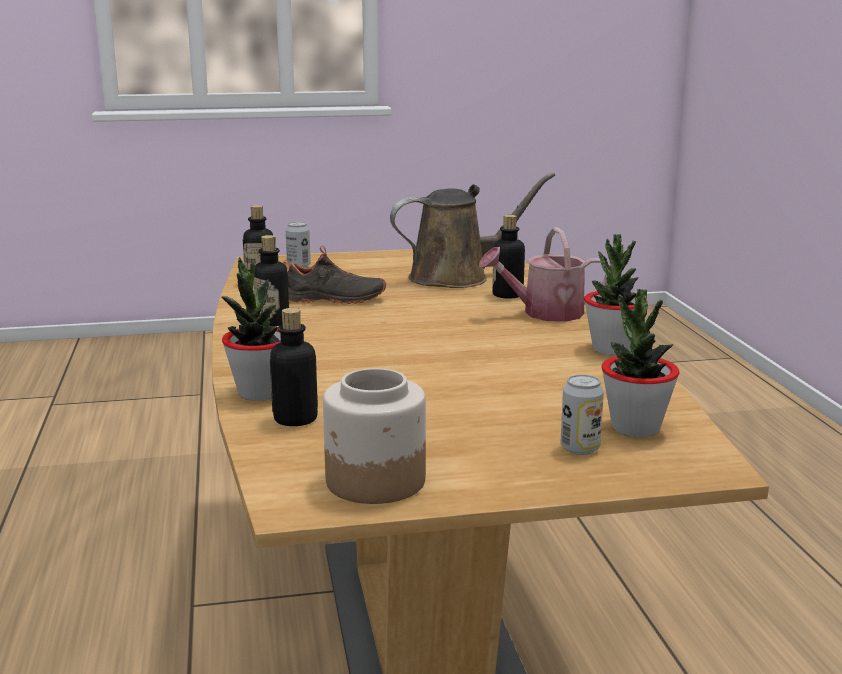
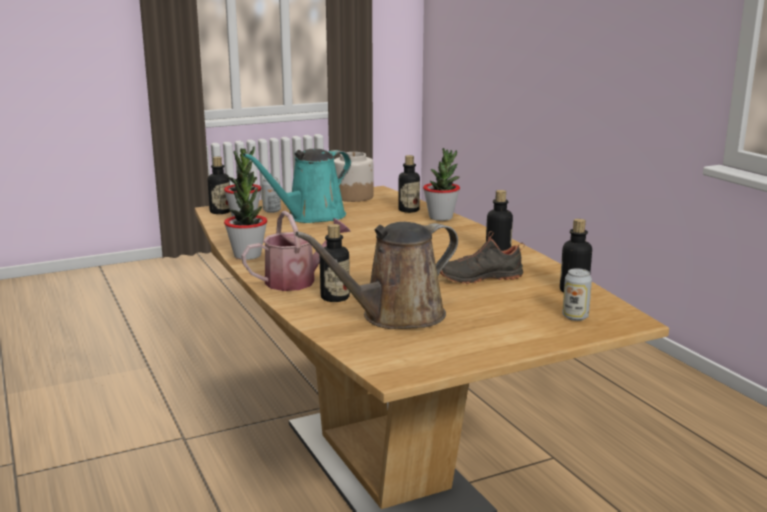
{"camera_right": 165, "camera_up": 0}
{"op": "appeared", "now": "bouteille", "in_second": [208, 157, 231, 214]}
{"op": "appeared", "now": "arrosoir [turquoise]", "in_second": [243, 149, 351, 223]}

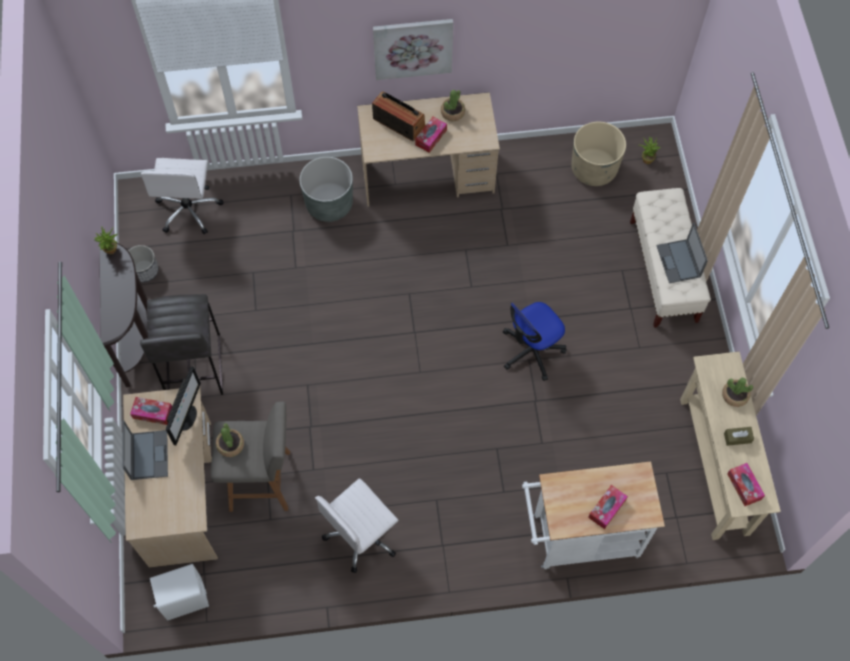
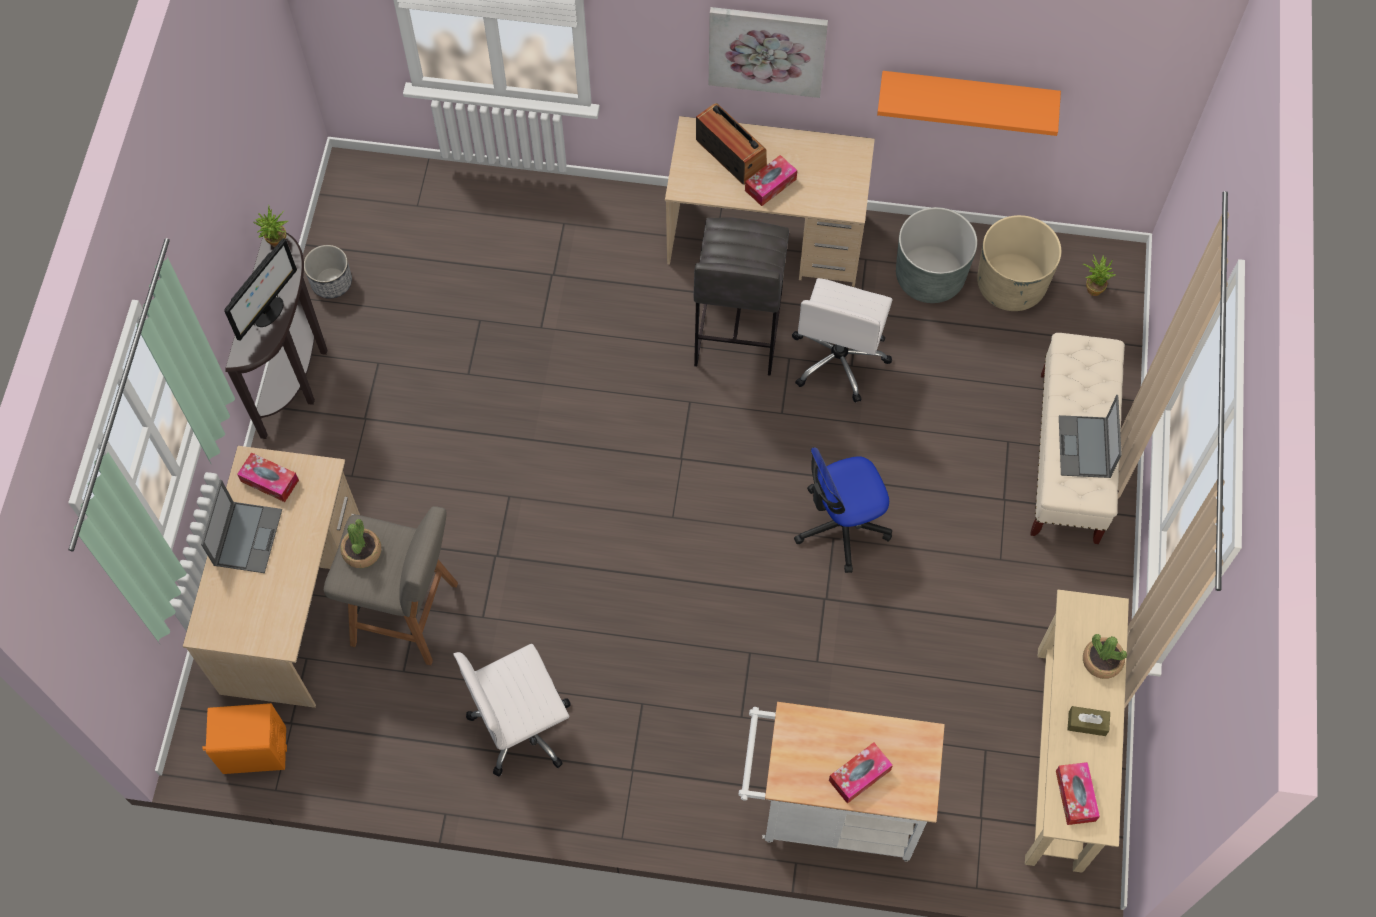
{"camera_right": 15, "camera_up": 0}
{"op": "colour", "was": "enceinte [blanc]", "now": "enceinte [orange]", "in_first": [150, 564, 209, 621], "in_second": [202, 703, 287, 774]}
{"op": "relocated", "was": "écran d'ordinateur", "in_first": [166, 366, 201, 445], "in_second": [224, 238, 297, 341]}
{"op": "relocated", "was": "tabouret [gris]", "in_first": [140, 294, 223, 395], "in_second": [694, 217, 789, 376]}
{"op": "relocated", "was": "chaise de bureau [blanc]", "in_first": [141, 158, 224, 234], "in_second": [792, 278, 893, 403]}
{"op": "appeared", "now": "étagère [orange]", "in_second": [877, 71, 1061, 136]}
{"op": "relocated", "was": "cache-pot [gris]", "in_first": [299, 157, 353, 222], "in_second": [896, 207, 977, 303]}
{"op": "missing", "was": "plante en pot", "in_first": [441, 90, 465, 121]}

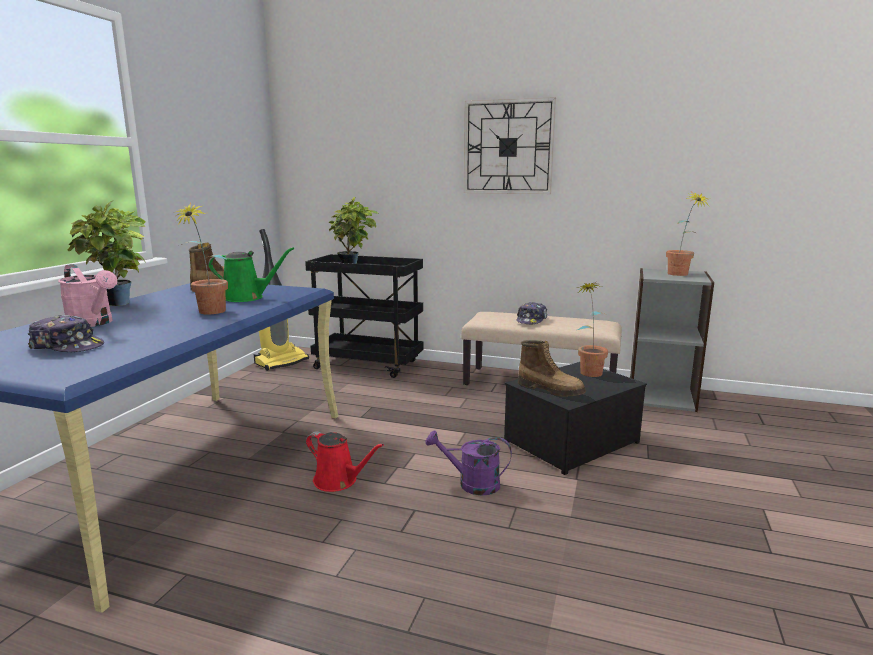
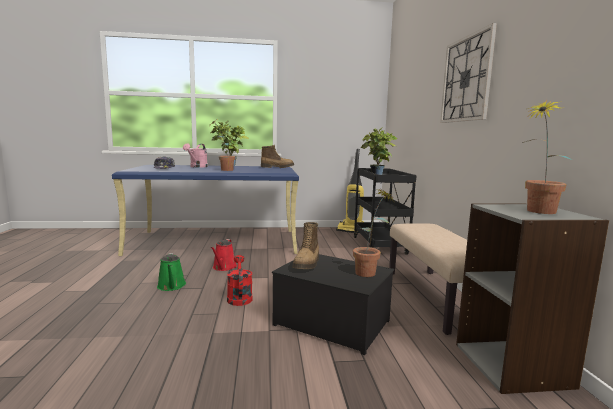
{"camera_right": 65, "camera_up": -5}
{"op": "relocated", "was": "arrosoir [vert]", "in_first": [208, 247, 294, 302], "in_second": [157, 253, 186, 291]}
{"op": "colour", "was": "arrosoir [violet]", "now": "arrosoir [rouge]", "in_first": [425, 431, 512, 496], "in_second": [227, 255, 252, 306]}
{"op": "missing", "was": "casquette", "in_first": [516, 302, 547, 324]}

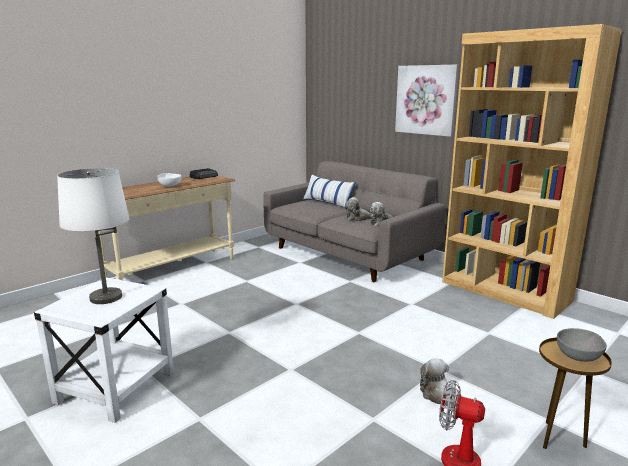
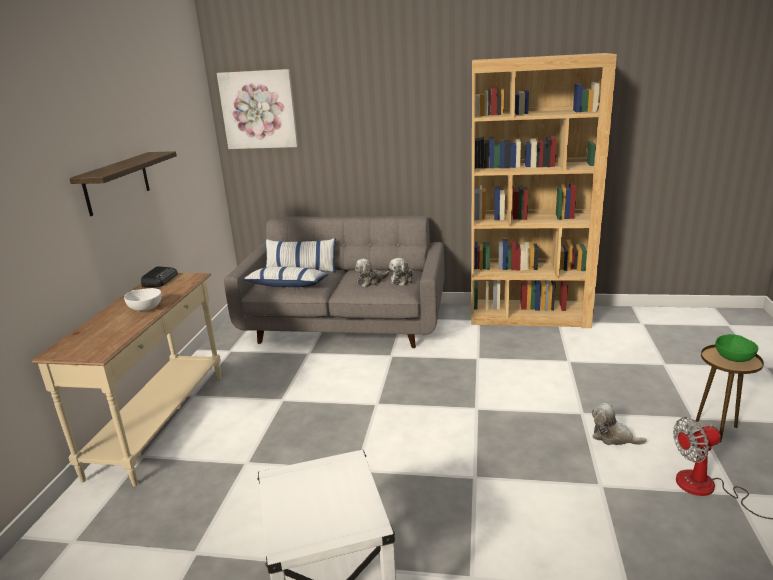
{"camera_right": -35, "camera_up": 5}
{"op": "appeared", "now": "étagère", "in_second": [69, 151, 177, 216]}
{"op": "relocated", "was": "tableau", "in_first": [395, 65, 459, 137], "in_second": [217, 69, 298, 149]}
{"op": "appeared", "now": "coussin", "in_second": [242, 267, 329, 287]}
{"op": "colour", "was": "bol [gris]", "now": "bol [vert]", "in_first": [557, 328, 607, 362], "in_second": [715, 334, 758, 362]}
{"op": "missing", "was": "lampe de table [blanc]", "in_first": [57, 168, 130, 304]}

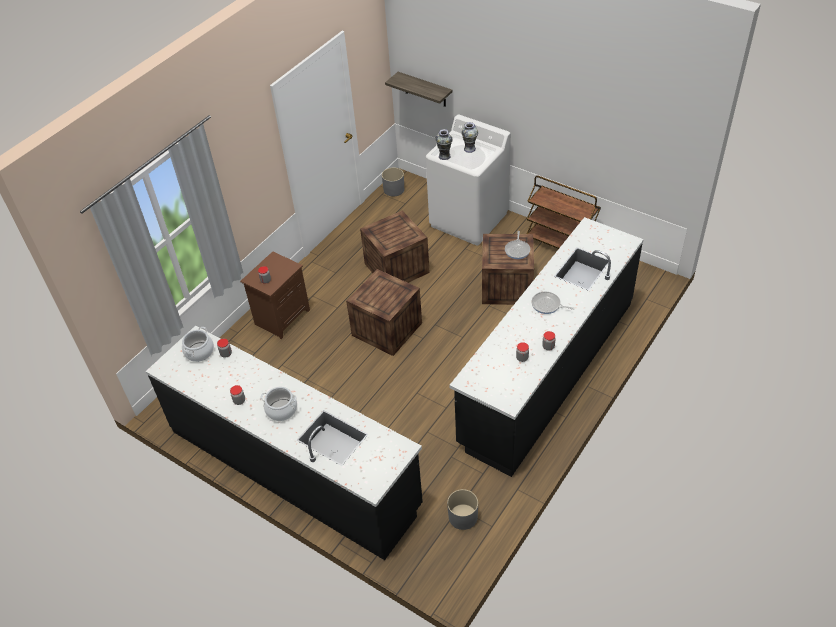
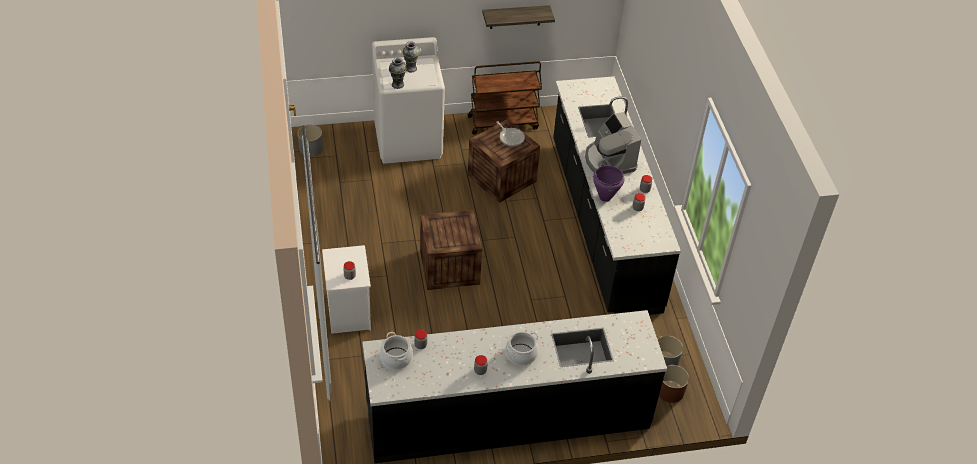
{"camera_right": -50, "camera_up": 0}
{"op": "colour", "was": "table de chevet [marron]", "now": "table de chevet [blanc]", "in_first": [240, 252, 310, 339], "in_second": [322, 245, 371, 334]}
{"op": "relocated", "was": "étagère", "in_first": [385, 72, 452, 107], "in_second": [482, 5, 555, 29]}
{"op": "exchanged", "was": "poêle", "now": "machine à café", "in_first": [531, 292, 575, 314], "in_second": [585, 112, 641, 174]}
{"op": "appeared", "now": "marmite [violet]", "in_second": [593, 166, 624, 202]}
{"op": "appeared", "now": "cache-pot [marron]", "in_second": [659, 365, 689, 403]}
{"op": "missing", "was": "caisse", "in_first": [360, 211, 430, 283]}

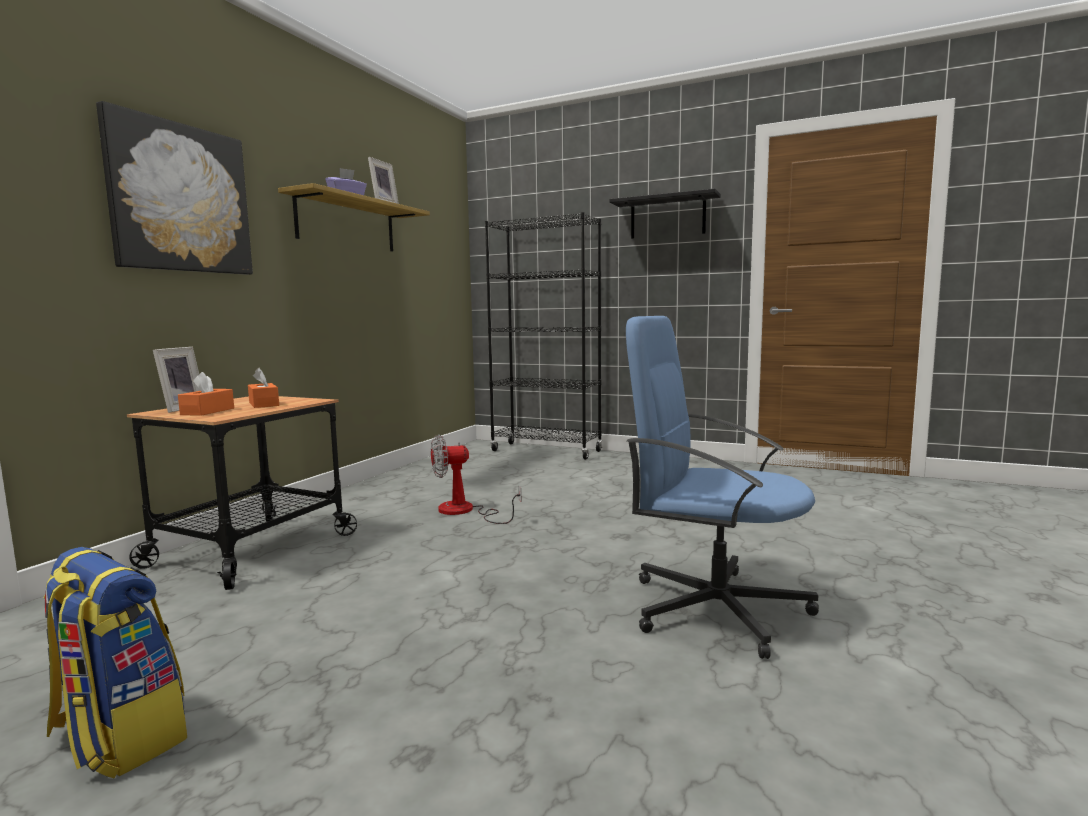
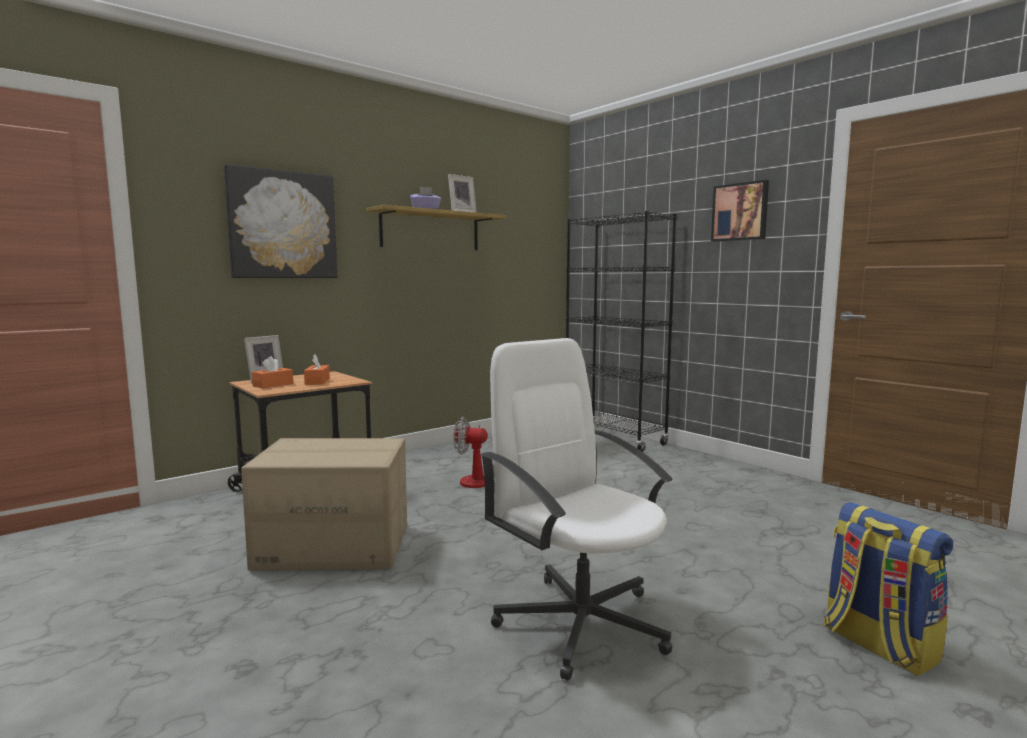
{"camera_right": 25, "camera_up": 0}
{"op": "appeared", "now": "carton", "in_second": [241, 438, 407, 570]}
{"op": "colour", "was": "chaise de bureau [bleu]", "now": "chaise de bureau [blanc]", "in_first": [626, 316, 819, 659], "in_second": [480, 338, 673, 681]}
{"op": "exchanged", "was": "étagère [noir]", "now": "tableau", "in_first": [610, 189, 721, 239], "in_second": [711, 180, 769, 242]}
{"op": "relocated", "was": "sac à dos", "in_first": [43, 547, 187, 778], "in_second": [824, 502, 953, 677]}

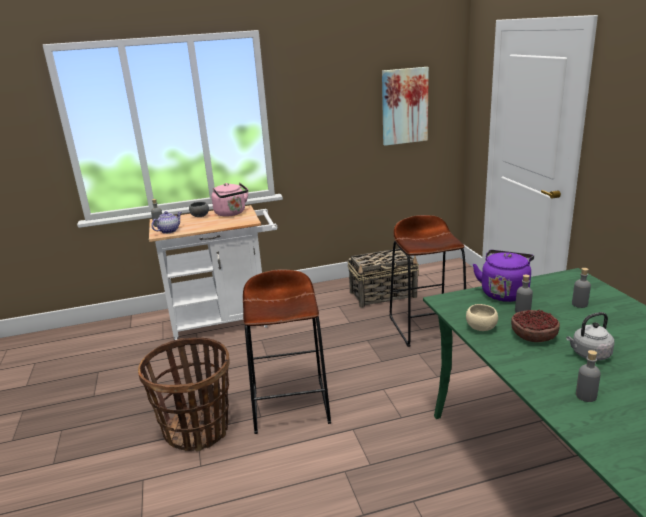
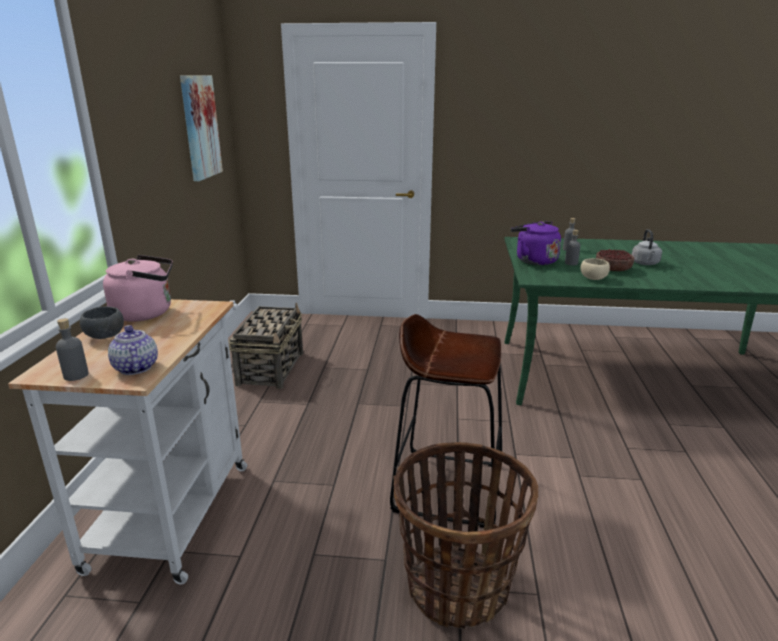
{"camera_right": -70, "camera_up": 0}
{"op": "missing", "was": "tabouret [marron]", "in_first": [389, 215, 466, 347]}
{"op": "missing", "was": "bouteille [gris]", "in_first": [576, 350, 601, 402]}

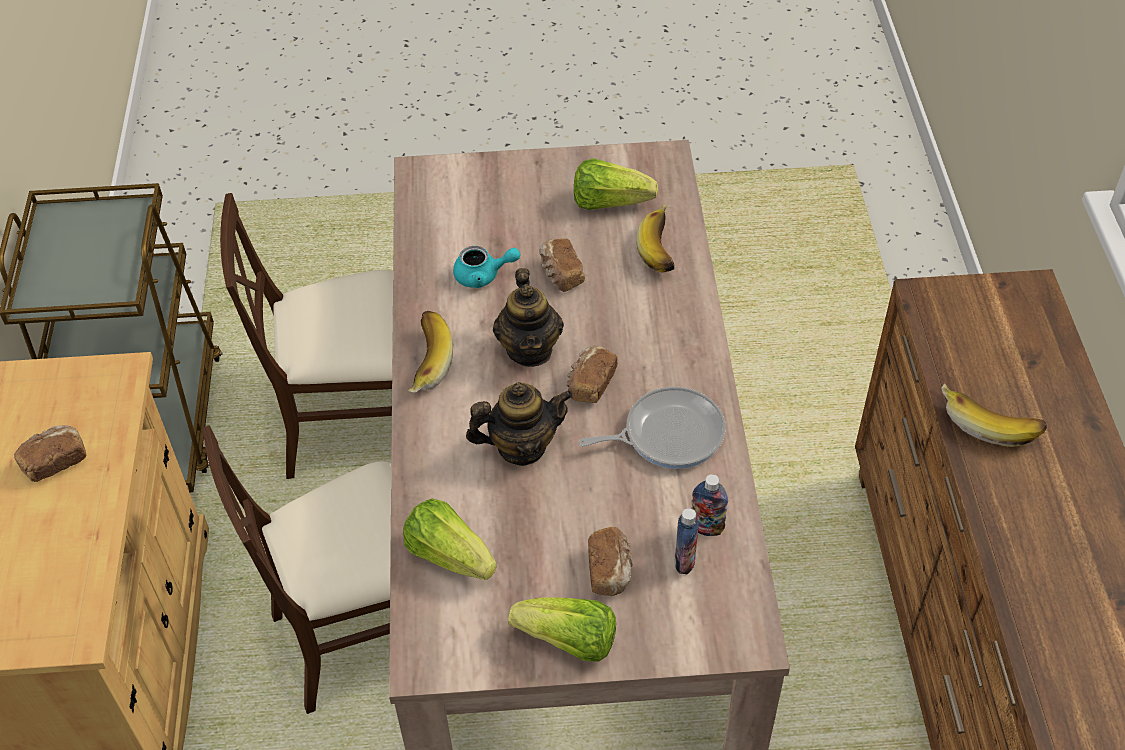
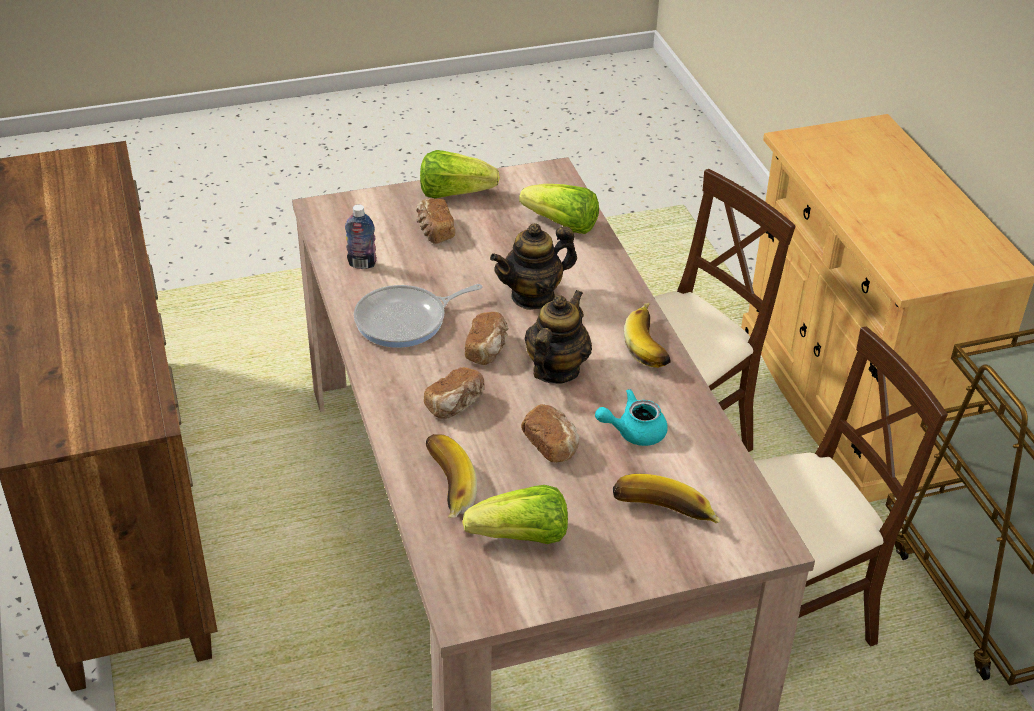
{"camera_right": 165, "camera_up": -10}
{"op": "relocated", "was": "pain", "in_first": [14, 425, 86, 482], "in_second": [424, 367, 485, 419]}
{"op": "spun", "was": "théière", "in_first": [493, 268, 564, 367], "in_second": [524, 290, 592, 384], "clockwise": 45}
{"op": "relocated", "was": "banane", "in_first": [941, 384, 1047, 447], "in_second": [613, 474, 721, 523]}
{"op": "missing", "was": "bouteille", "in_first": [675, 508, 699, 574]}

